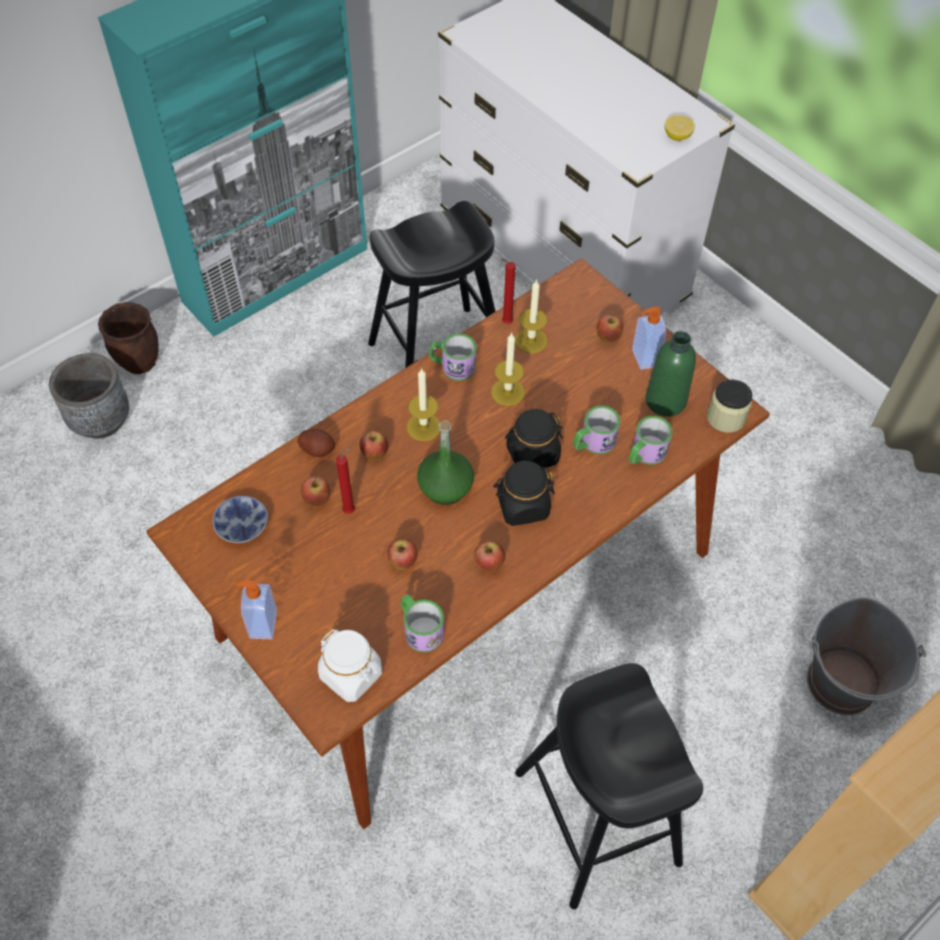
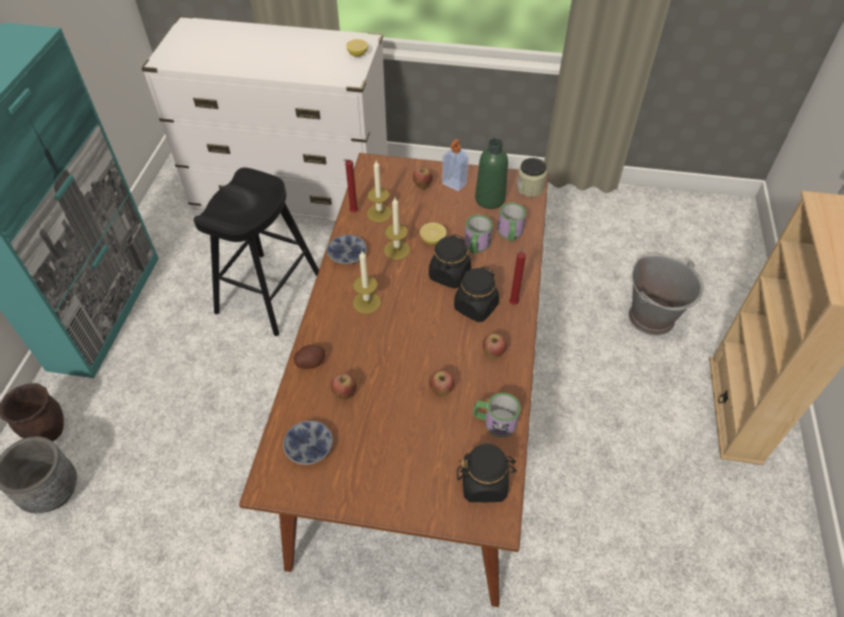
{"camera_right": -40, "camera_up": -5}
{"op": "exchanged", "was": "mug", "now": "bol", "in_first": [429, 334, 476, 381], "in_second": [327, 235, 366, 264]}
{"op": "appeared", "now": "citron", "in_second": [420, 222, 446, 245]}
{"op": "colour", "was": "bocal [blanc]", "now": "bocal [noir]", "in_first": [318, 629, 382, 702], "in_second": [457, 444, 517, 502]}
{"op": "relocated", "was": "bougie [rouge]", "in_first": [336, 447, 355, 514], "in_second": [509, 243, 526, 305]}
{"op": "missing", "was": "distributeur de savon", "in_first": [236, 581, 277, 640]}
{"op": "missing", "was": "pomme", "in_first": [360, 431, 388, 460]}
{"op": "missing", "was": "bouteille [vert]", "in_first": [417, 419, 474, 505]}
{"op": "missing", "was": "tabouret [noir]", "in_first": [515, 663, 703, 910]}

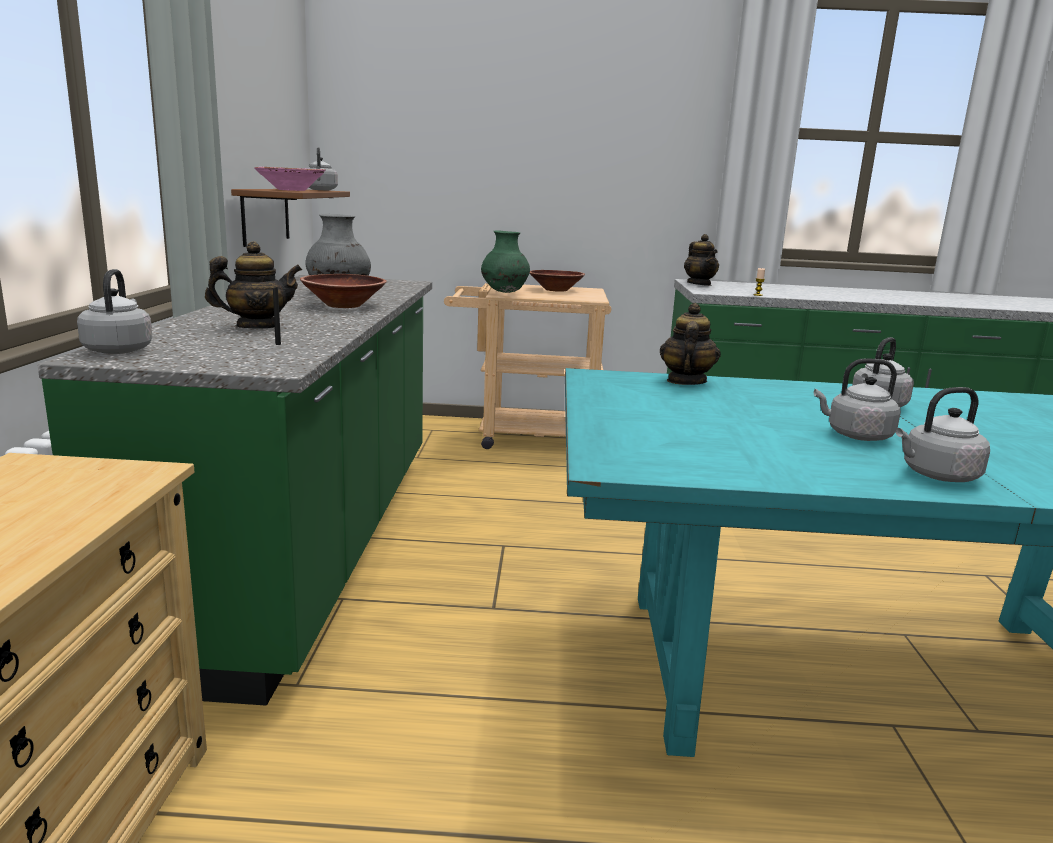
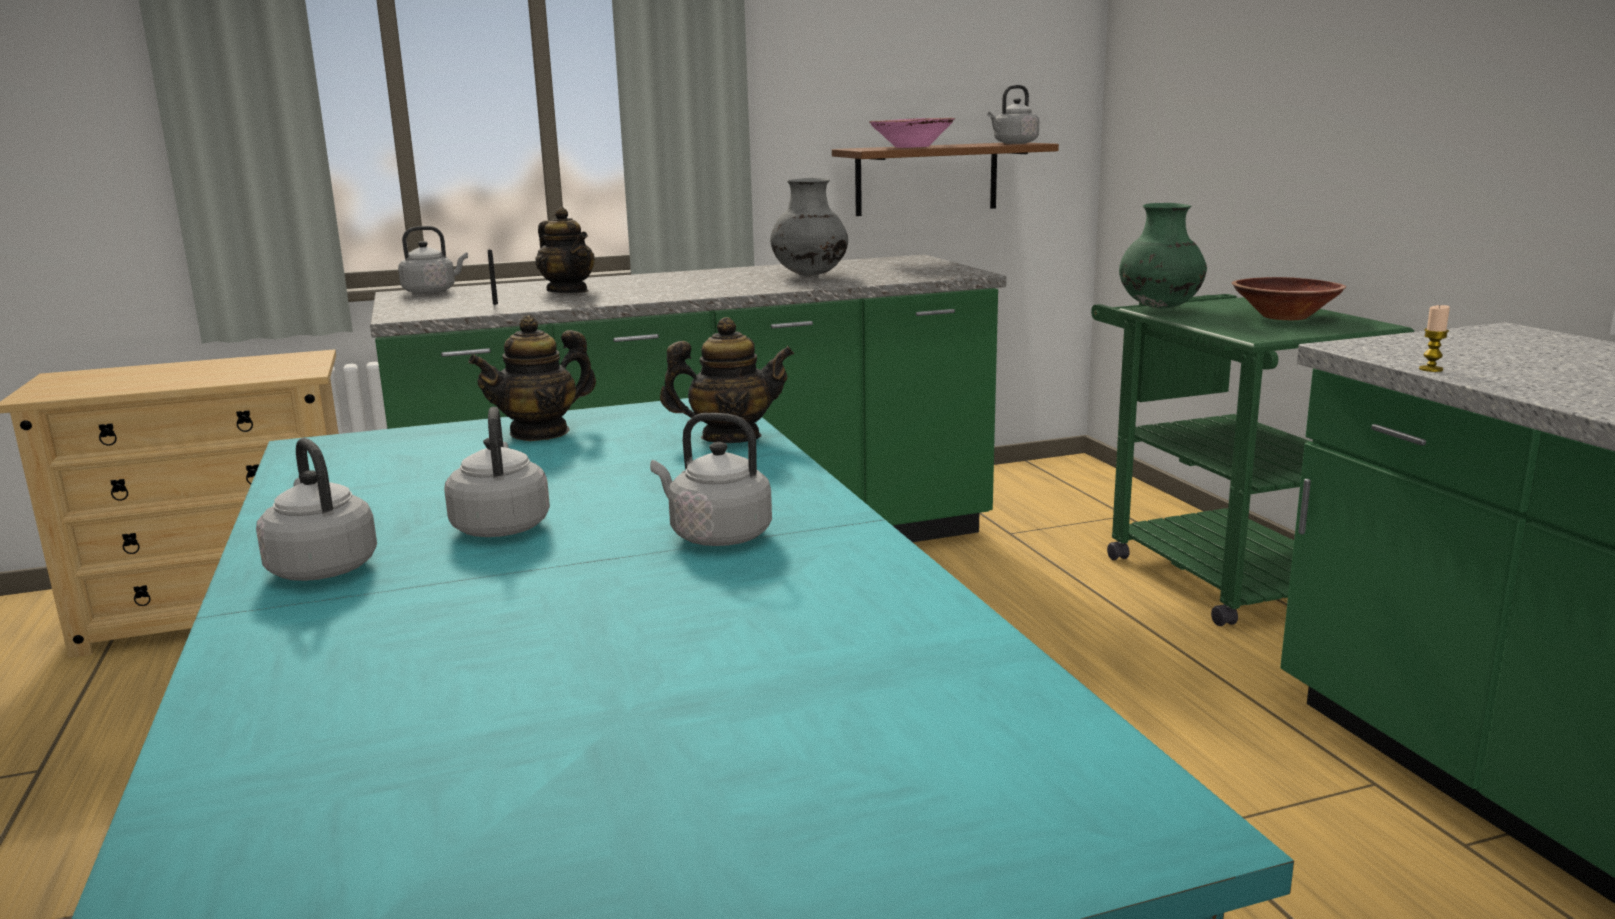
{"camera_right": 70, "camera_up": 0}
{"op": "relocated", "was": "théière", "in_first": [684, 234, 719, 286], "in_second": [468, 315, 596, 441]}
{"op": "colour", "was": "chariot [beige]", "now": "chariot [vert]", "in_first": [444, 283, 611, 449], "in_second": [1091, 294, 1414, 626]}
{"op": "missing", "was": "bol [marron]", "in_first": [300, 274, 387, 308]}

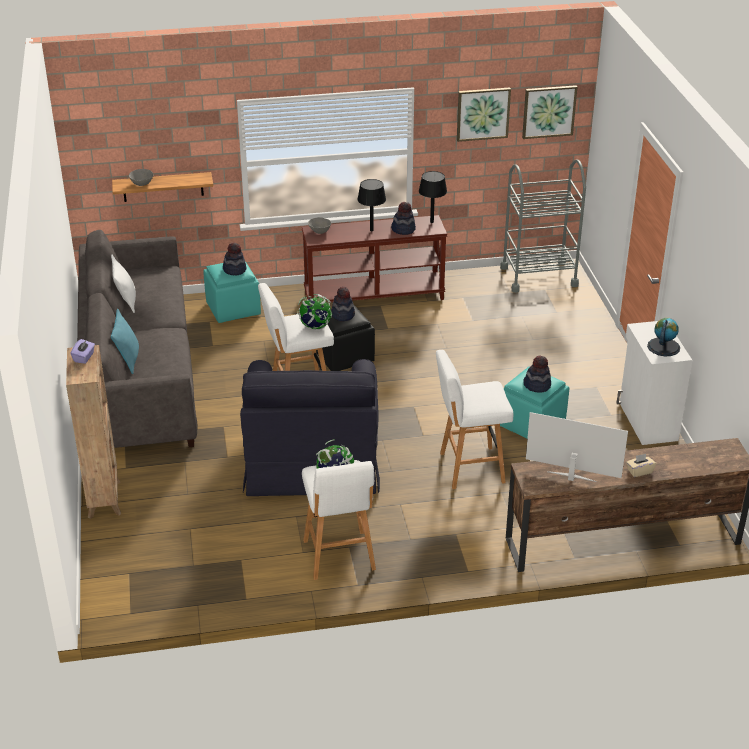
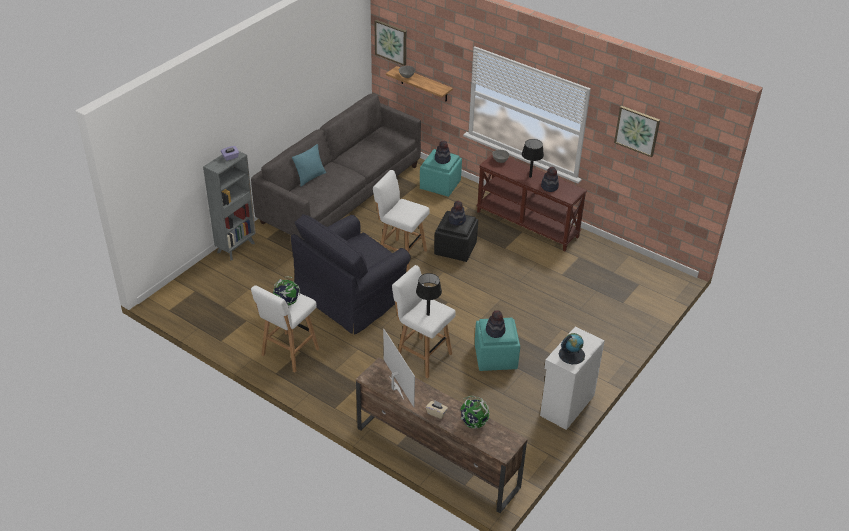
{"camera_right": 45, "camera_up": 5}
{"op": "colour", "was": "bibliothèque [marron]", "now": "bibliothèque [gris]", "in_first": [66, 345, 121, 519], "in_second": [203, 151, 256, 260]}
{"op": "relocated", "was": "tableau", "in_first": [522, 85, 577, 139], "in_second": [374, 20, 406, 66]}
{"op": "relocated", "was": "lampe de table [noir]", "in_first": [419, 171, 447, 223], "in_second": [416, 273, 442, 316]}
{"op": "relocated", "was": "globe", "in_first": [297, 294, 332, 330], "in_second": [460, 396, 490, 429]}
{"op": "missing", "was": "coussin [blanc]", "in_first": [111, 254, 136, 313]}
{"op": "missing", "was": "chariot [gris]", "in_first": [500, 160, 586, 293]}

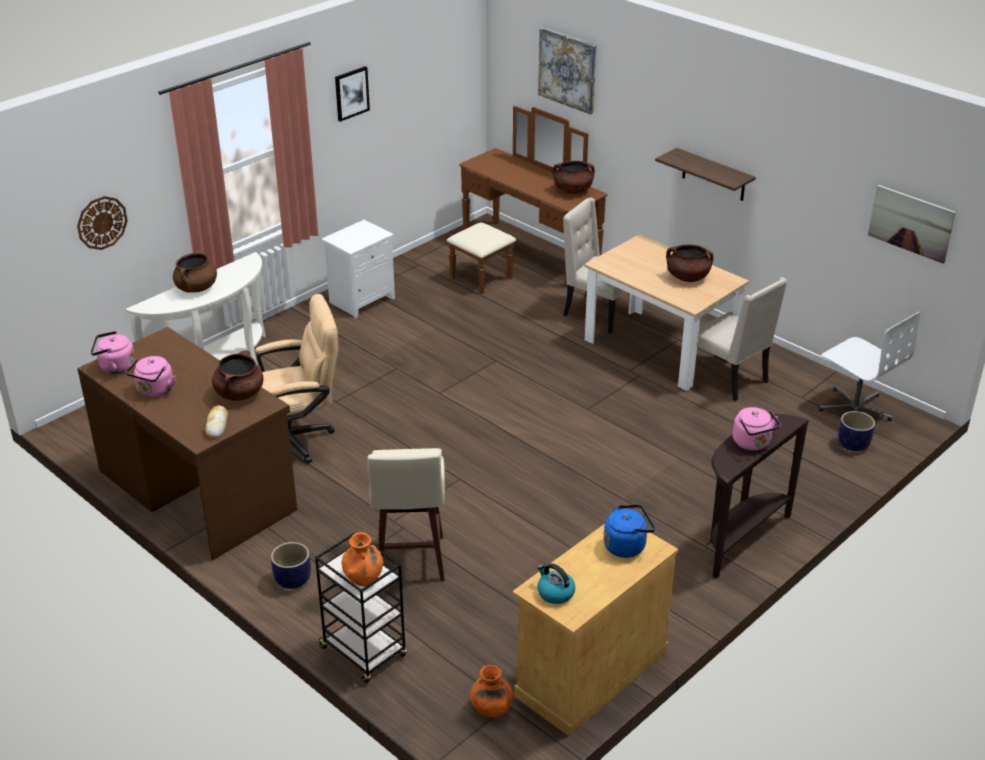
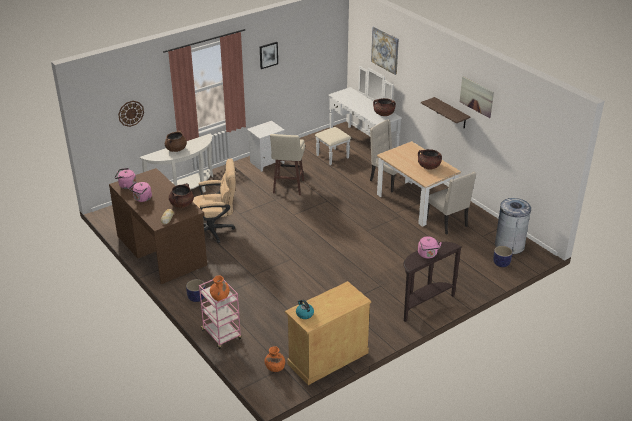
{"camera_right": 10, "camera_up": 0}
{"op": "colour", "was": "chariot [noir]", "now": "chariot [rose]", "in_first": [315, 532, 407, 683], "in_second": [199, 279, 242, 349]}
{"op": "relocated", "was": "tabouret [beige]", "in_first": [367, 448, 445, 581], "in_second": [270, 134, 305, 195]}
{"op": "colour", "was": "commode [marron]", "now": "commode [blanc]", "in_first": [446, 105, 608, 294], "in_second": [315, 66, 402, 165]}
{"op": "relocated", "was": "tableau", "in_first": [868, 185, 956, 263], "in_second": [460, 77, 494, 118]}
{"op": "exchanged", "was": "chaise de bureau [blanc]", "now": "poubelle [gris]", "in_first": [819, 312, 920, 421], "in_second": [495, 198, 533, 254]}
{"op": "missing", "was": "bouilloire [bleu]", "in_first": [604, 504, 655, 558]}

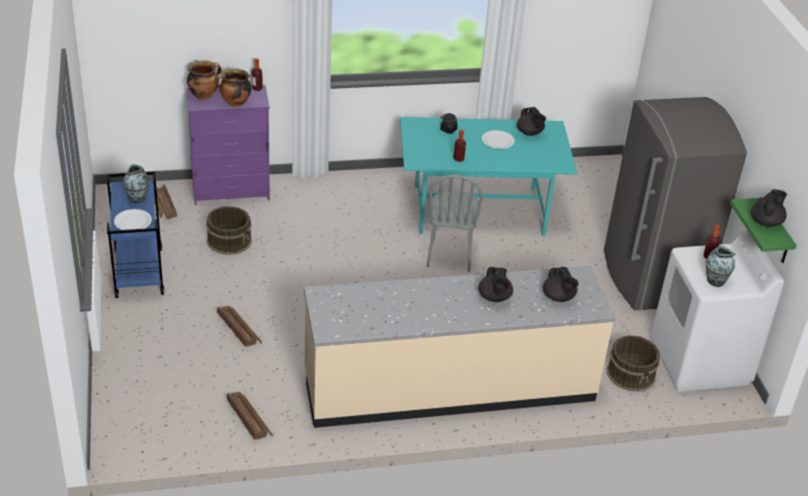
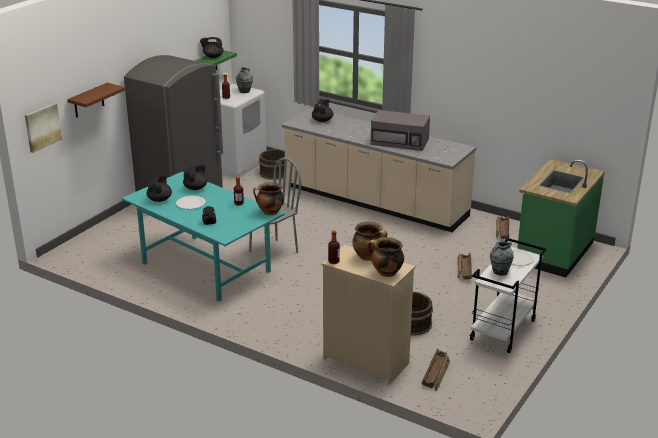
{"camera_right": -135, "camera_up": -10}
{"op": "appeared", "now": "tableau", "in_second": [25, 103, 62, 153]}
{"op": "appeared", "now": "étagère [marron]", "in_second": [67, 83, 125, 118]}
{"op": "relocated", "was": "théière [noir]", "in_first": [478, 267, 513, 302], "in_second": [183, 165, 208, 190]}
{"op": "appeared", "now": "marmite", "in_second": [253, 182, 284, 215]}
{"op": "colour", "was": "commode [violet]", "now": "commode [beige]", "in_first": [186, 85, 270, 205], "in_second": [322, 245, 415, 384]}
{"op": "appeared", "now": "micro-ondes [gris]", "in_second": [371, 110, 430, 151]}
{"op": "colour", "was": "chariot [bleu]", "now": "chariot [blanc]", "in_first": [107, 172, 164, 298], "in_second": [470, 238, 547, 353]}
{"op": "appeared", "now": "comptoir de cuisine [vert]", "in_second": [517, 159, 605, 278]}

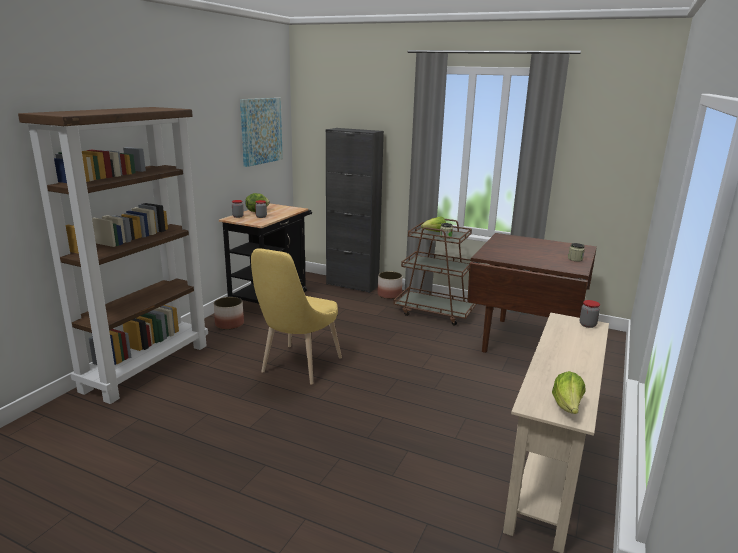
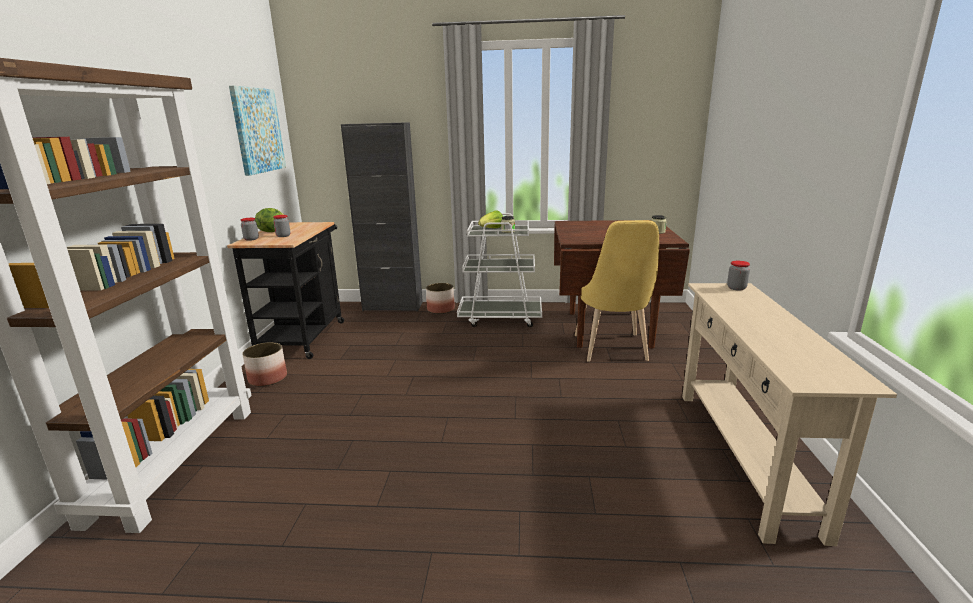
{"camera_right": -20, "camera_up": 0}
{"op": "colour", "was": "chariot [marron]", "now": "chariot [blanc]", "in_first": [393, 219, 477, 326], "in_second": [457, 213, 542, 327]}
{"op": "relocated", "was": "chaise [jaune]", "in_first": [251, 248, 342, 385], "in_second": [575, 220, 659, 362]}
{"op": "missing", "was": "laitue", "in_first": [552, 371, 586, 414]}

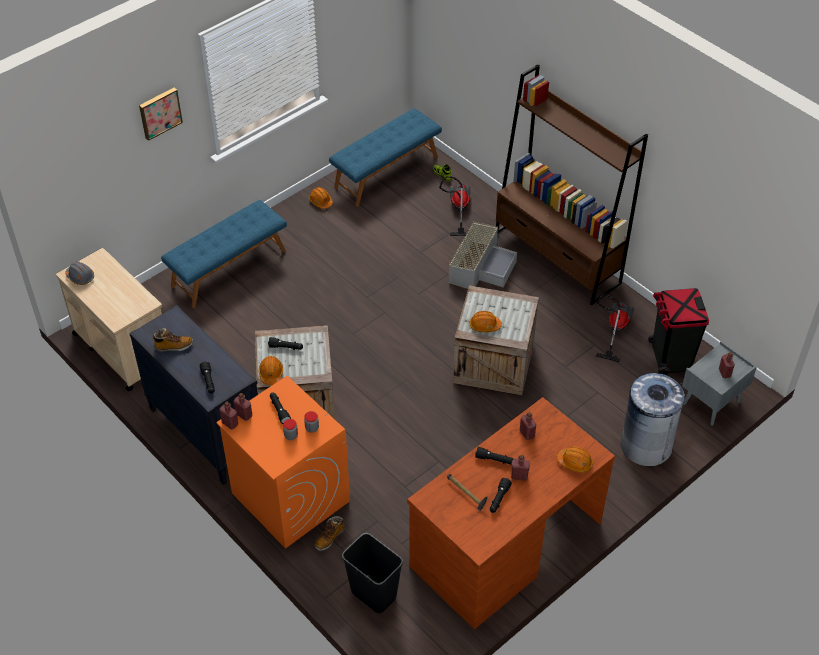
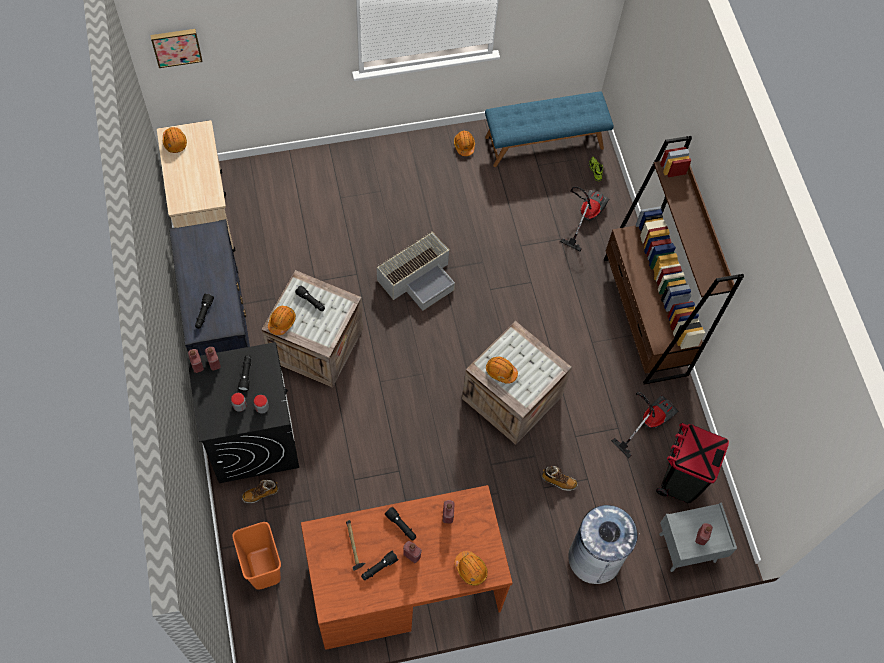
{"camera_right": 25, "camera_up": 15}
{"op": "relocated", "was": "tableau", "in_first": [139, 88, 183, 141], "in_second": [151, 29, 202, 68]}
{"op": "colour", "was": "casque de chantier [gris]", "now": "casque de chantier [orange]", "in_first": [65, 262, 94, 285], "in_second": [163, 127, 187, 153]}
{"op": "colour", "was": "lave-linge [orange]", "now": "lave-linge [noir]", "in_first": [216, 376, 350, 549], "in_second": [187, 342, 299, 483]}
{"op": "colour", "was": "poubelle [noir]", "now": "poubelle [orange]", "in_first": [342, 533, 403, 613], "in_second": [232, 522, 281, 590]}
{"op": "relocated", "was": "boîte de rangement [gris]", "in_first": [449, 222, 517, 289], "in_second": [376, 232, 455, 311]}
{"op": "relocated", "was": "botte", "in_first": [152, 328, 193, 351], "in_second": [542, 466, 578, 491]}
{"op": "missing", "was": "banc [bleu]", "in_first": [161, 200, 287, 308]}

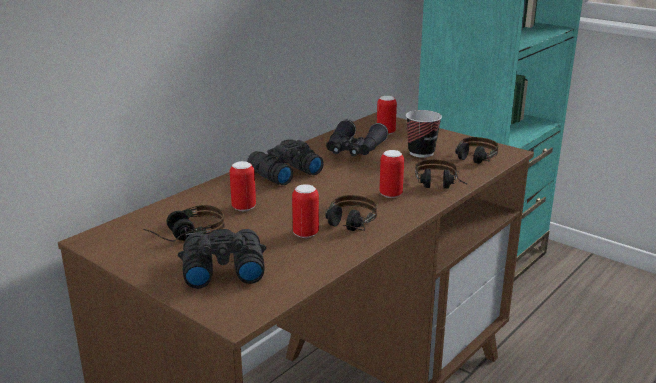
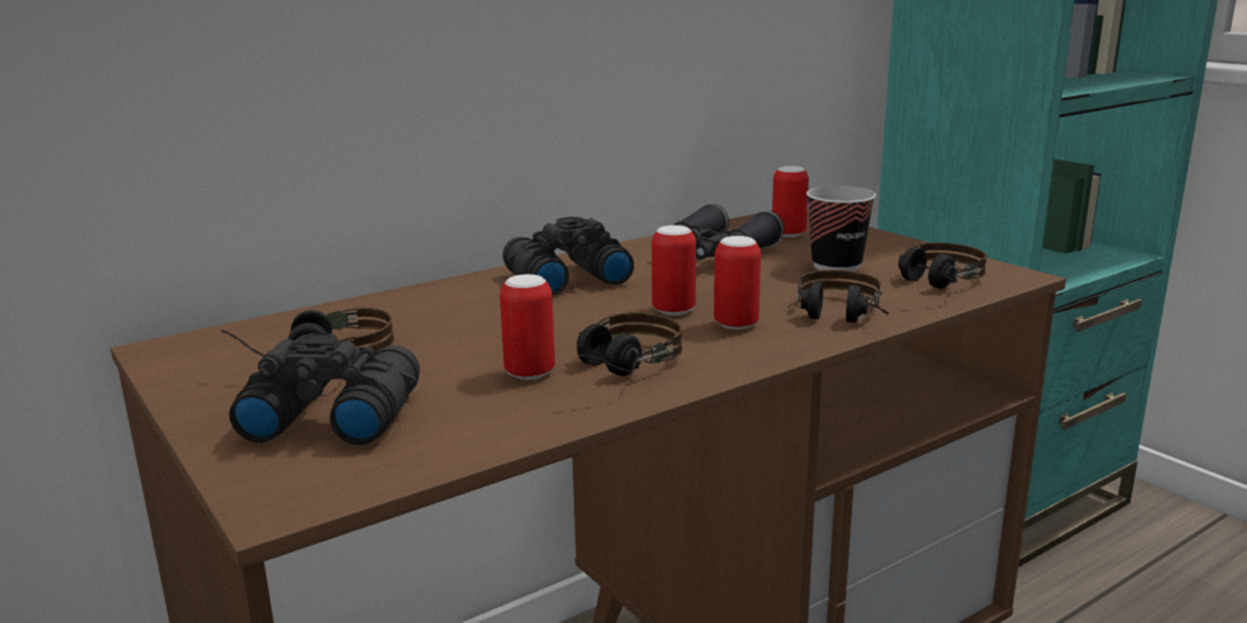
{"camera_right": 15, "camera_up": -5}
{"op": "relocated", "was": "boîte métallique", "in_first": [230, 161, 256, 211], "in_second": [652, 225, 696, 316]}

